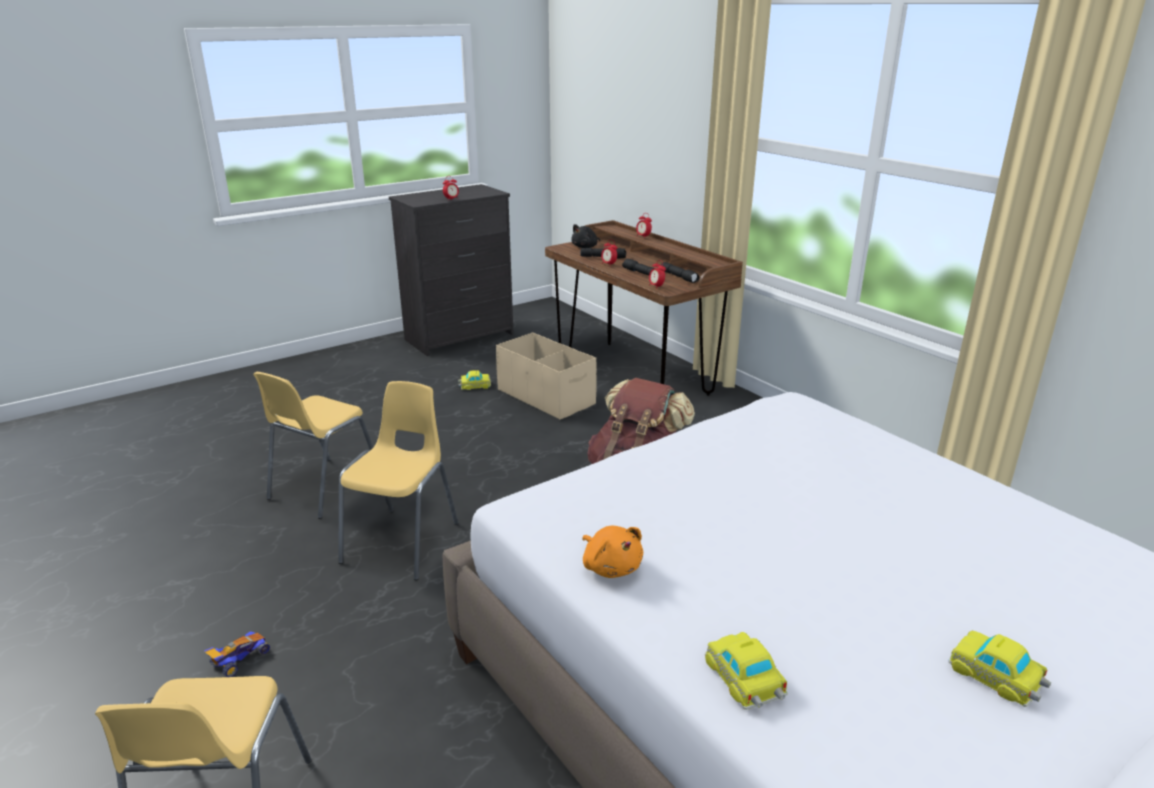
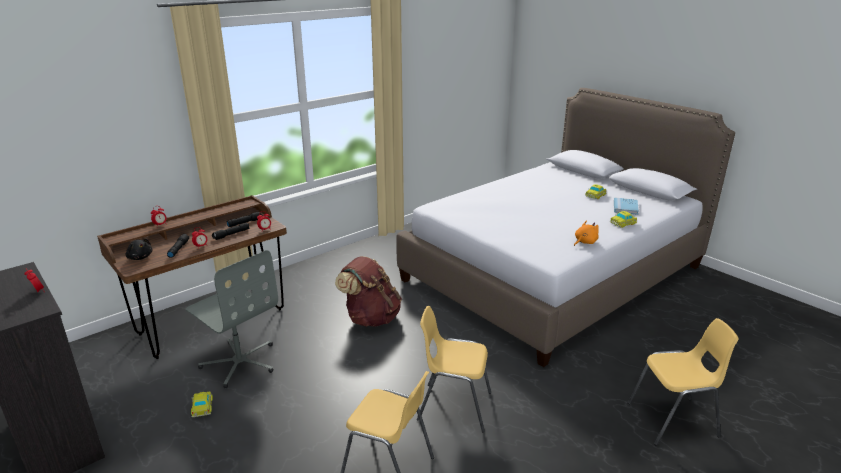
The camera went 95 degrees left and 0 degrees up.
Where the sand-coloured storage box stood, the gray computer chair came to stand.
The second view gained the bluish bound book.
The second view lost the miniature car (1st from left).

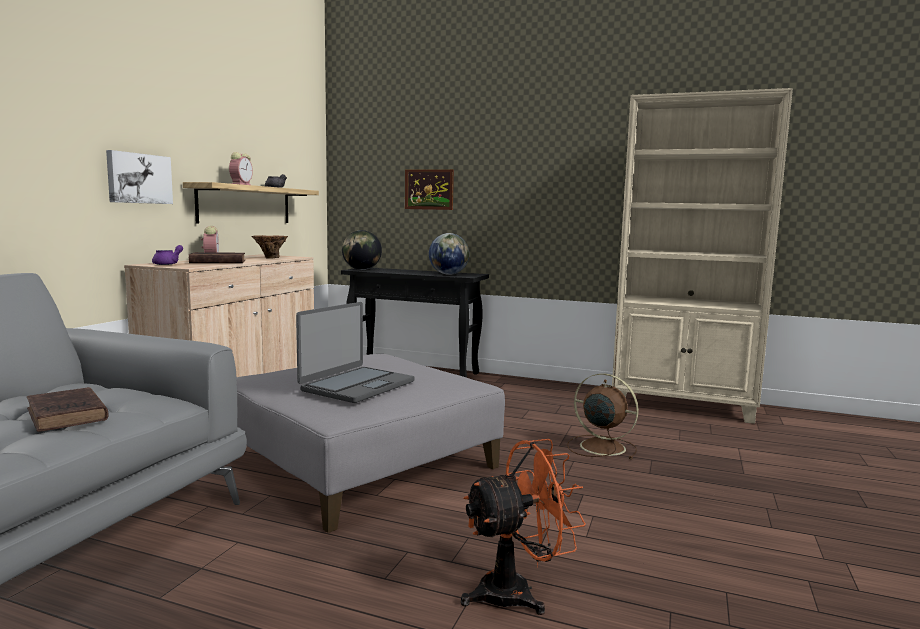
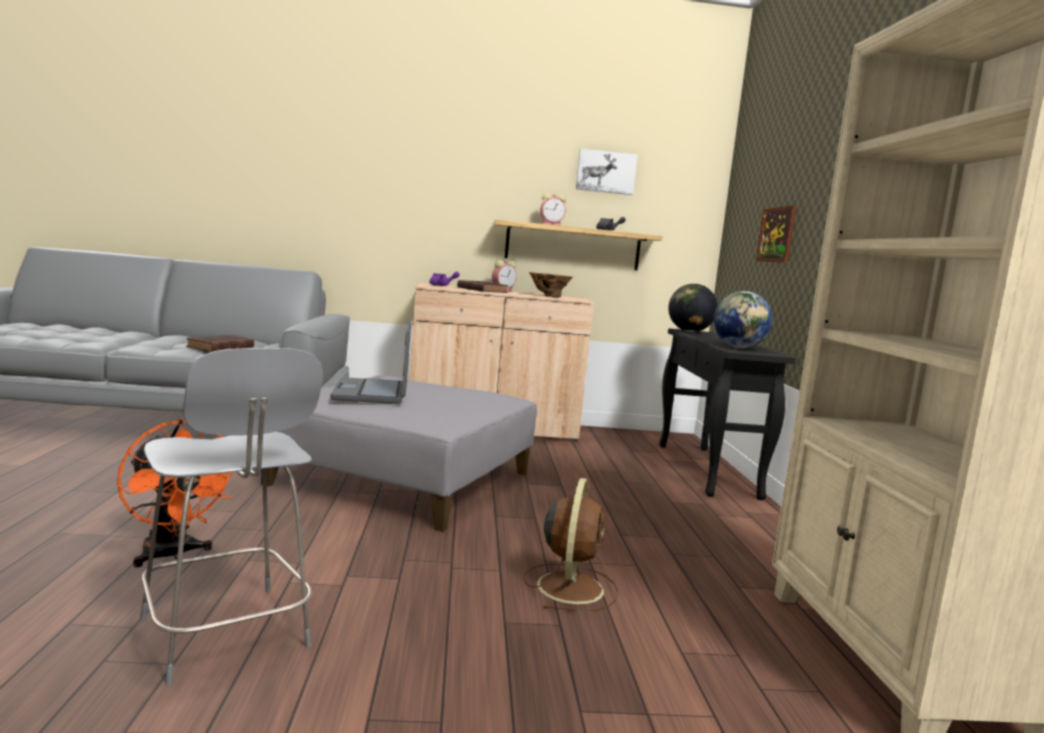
The camera went 65 degrees right and 0 degrees up.
The second view gained the gray stool seat.
The laptop ended up facing another way, 75 degrees clockwise from before.
The wall art (1st from left) ended up elsewhere.

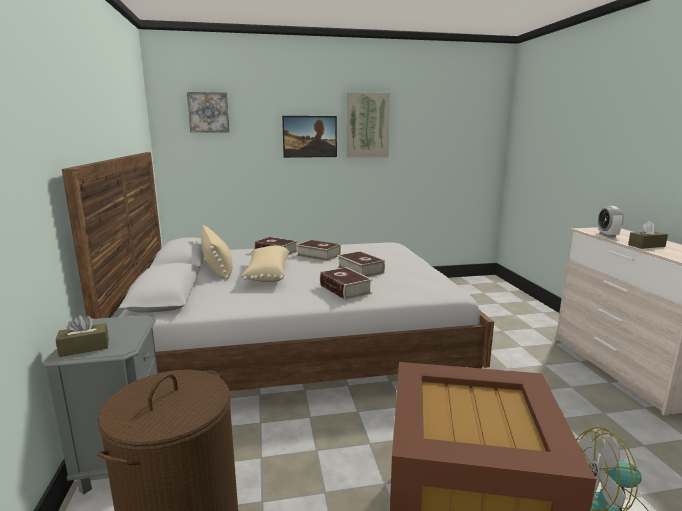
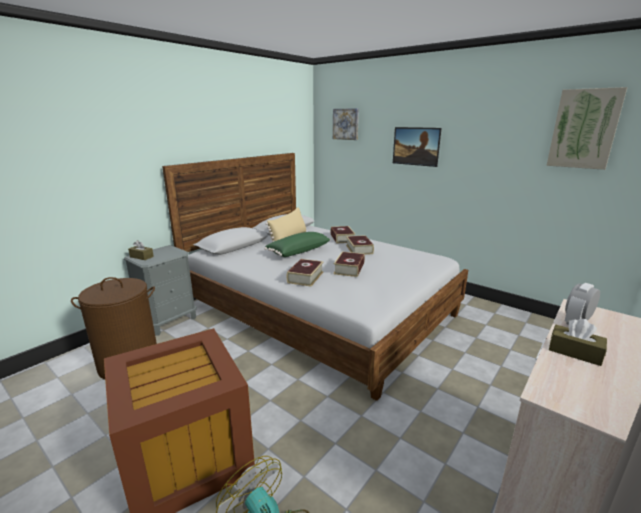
The camera went 50 degrees right and 5 degrees up.
What was the sand-coloured pillow (2nd from left) turned into the green-coloured pillow.
The wall art (3rd from left) ended up elsewhere.

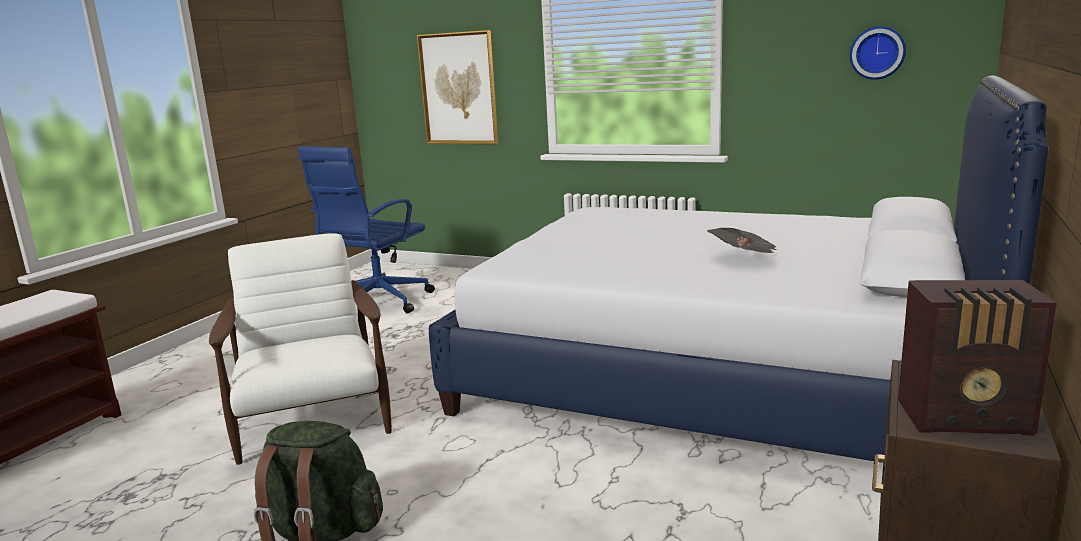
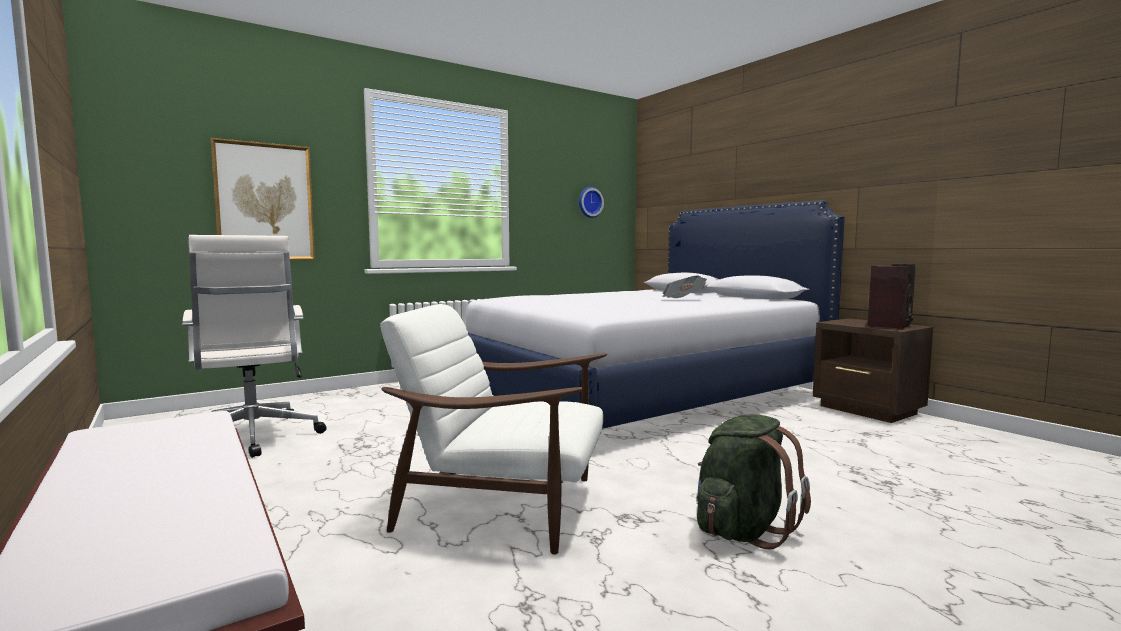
The camera went 60 degrees left and 10 degrees down.
What was the bluish computer chair turned into the whitish computer chair.

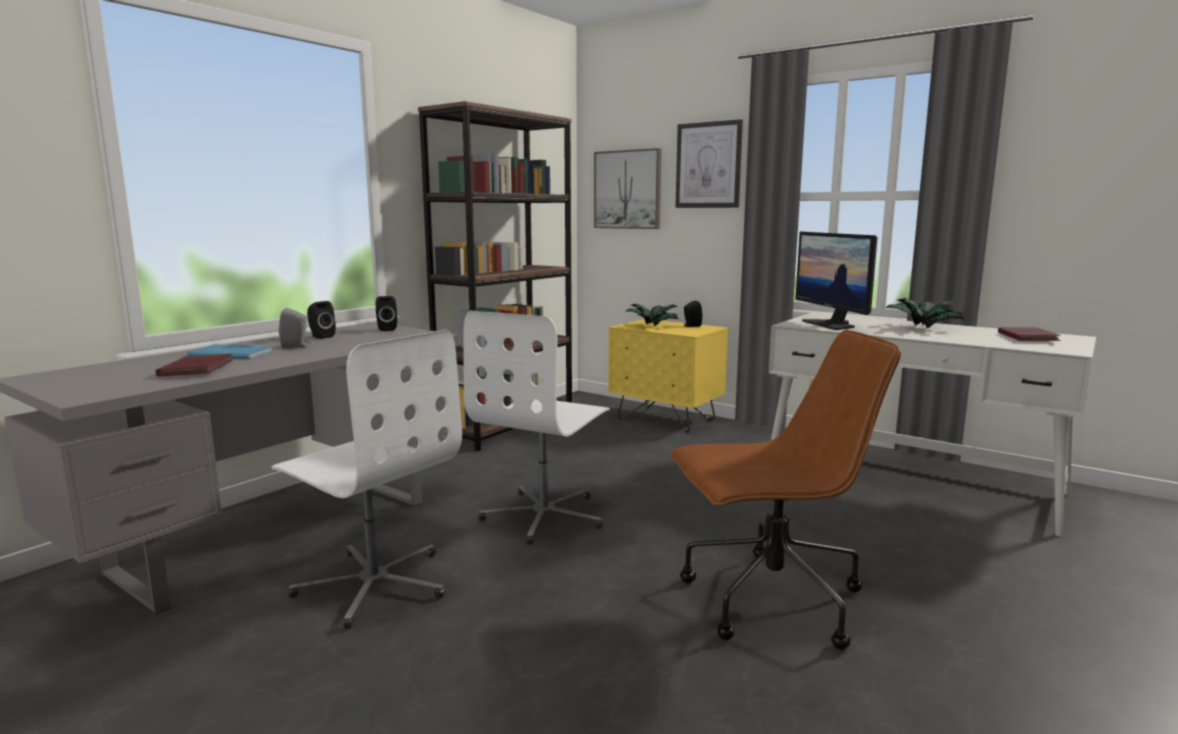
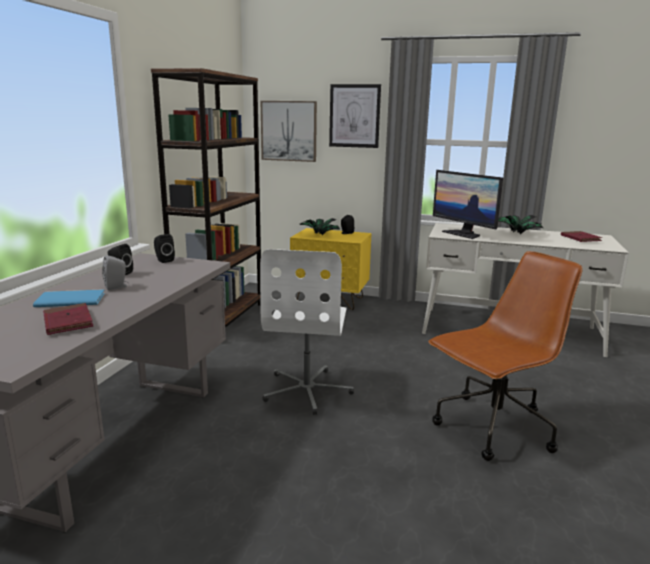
The camera went 20 degrees left and 5 degrees up.
The second view lost the whitish computer chair (1st from left).

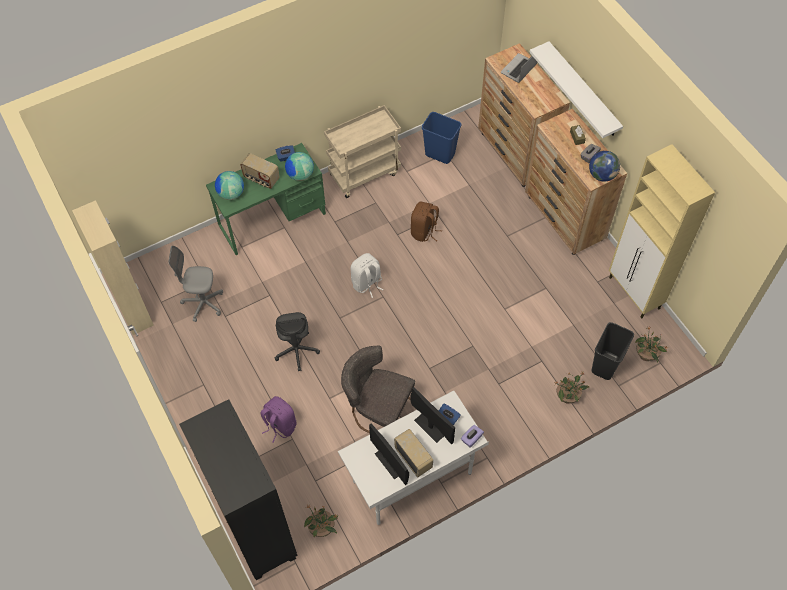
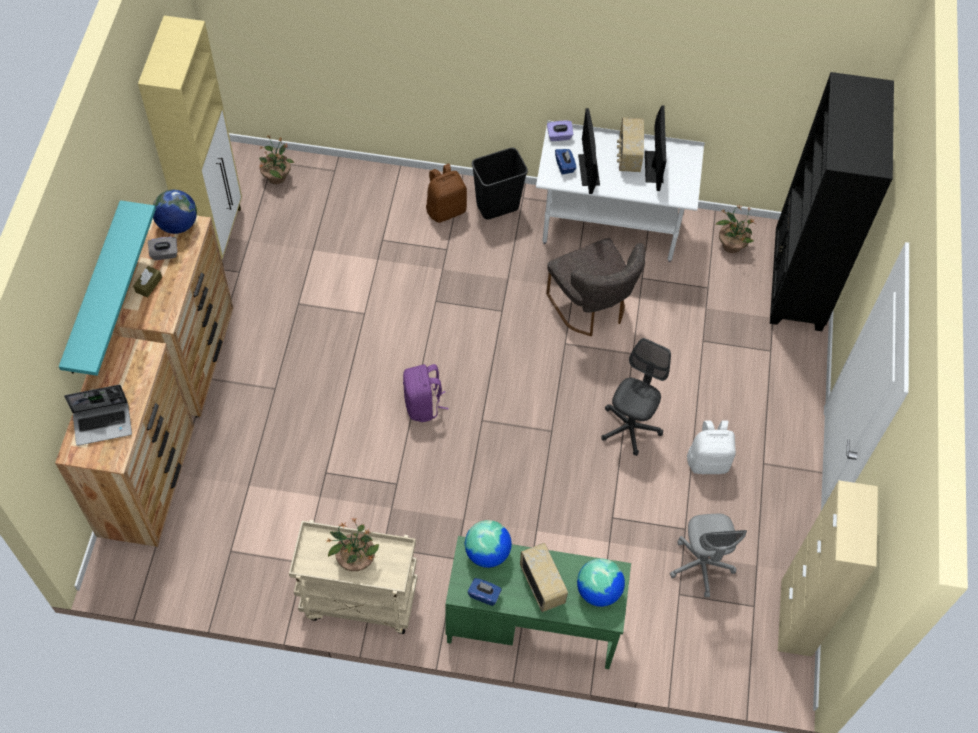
The camera went 145 degrees left and 0 degrees up.
What was the whitish bracket shelf turned into the turquoise bracket shelf.
The plant in a pot (2nd from left) ended up elsewhere.
The purple rucksack ended up elsewhere.
The brown rucksack ended up elsewhere.
The blackish waste bin ended up elsewhere.
The gray computer chair (1st from left in the first image) ended up facing another way, 45 degrees clockwise from before.
The whitish rucksack ended up elsewhere.
The second view lost the bluish waste bin.

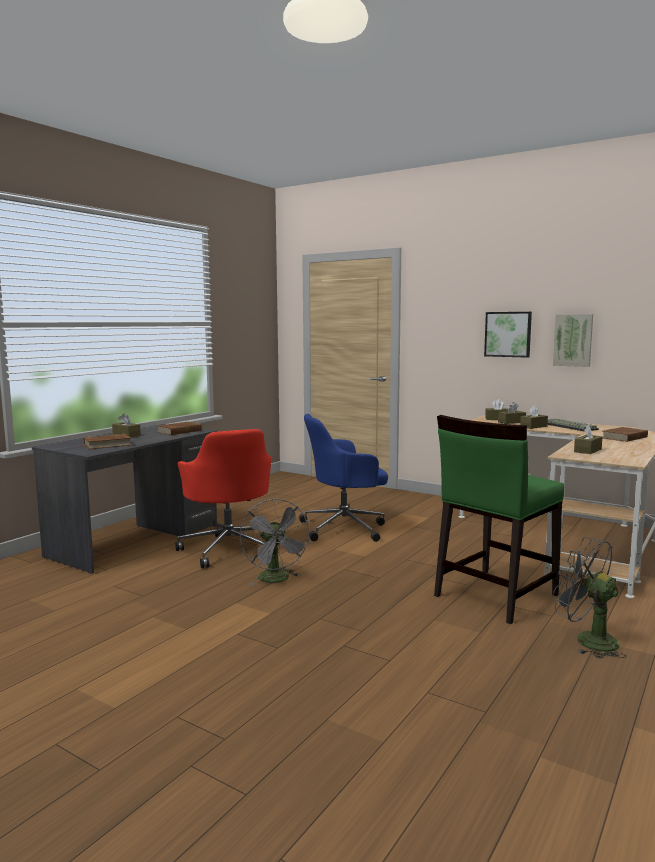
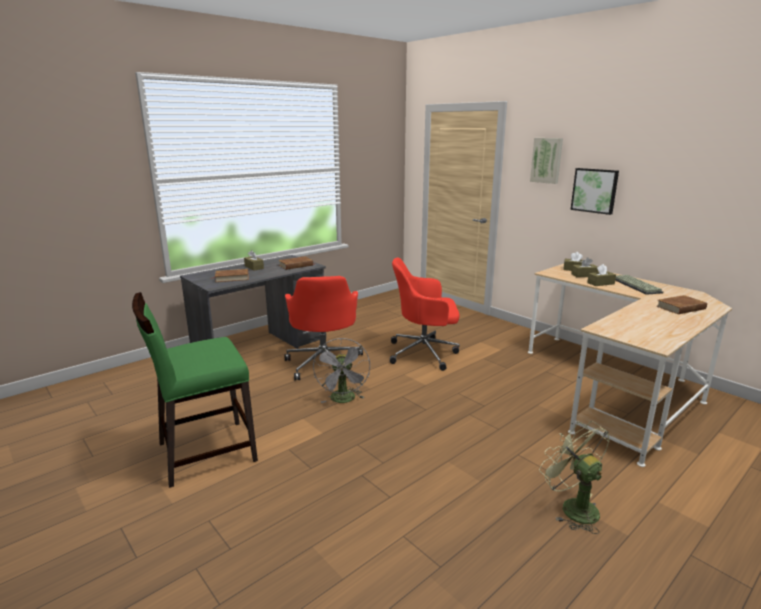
The camera went 15 degrees right and 10 degrees up.
The green-coloured chair ended up elsewhere.
What was the bluish computer chair turned into the red-coloured computer chair (2nd from left).
The wall art (2nd from left in the first image) ended up elsewhere.
What was the gray electric fan (2nd from left) turned into the green-coloured electric fan.
The second view lost the brown box of tissues (5th from left).

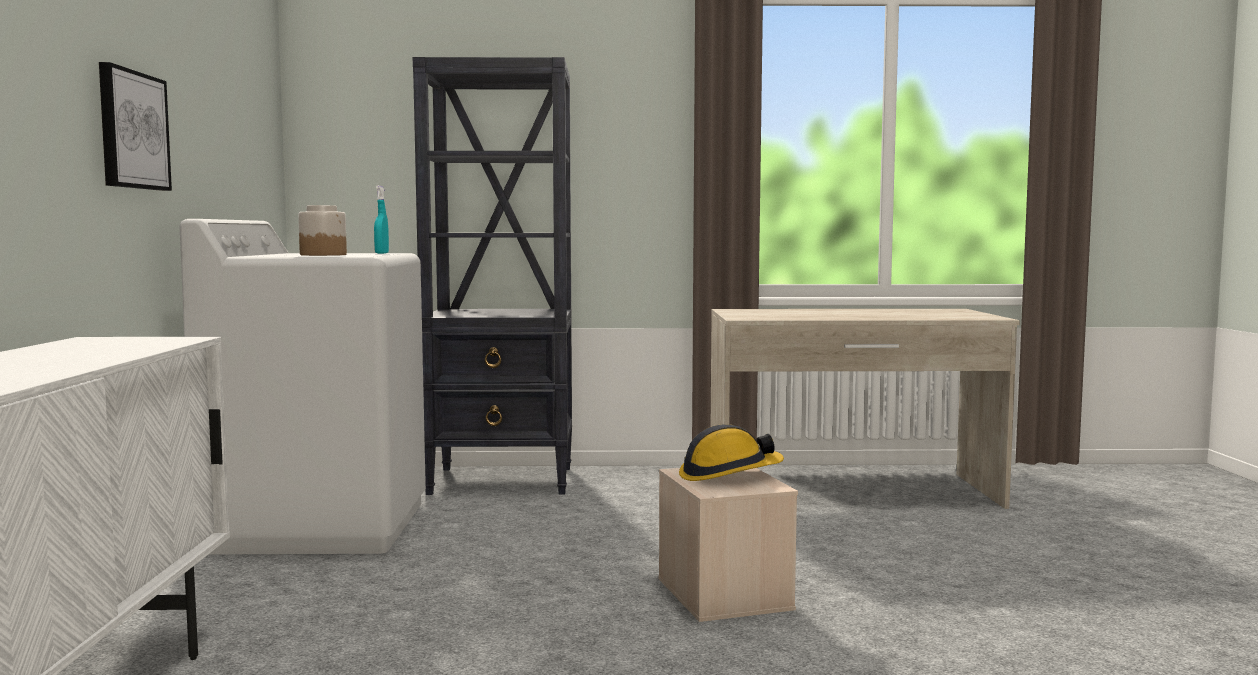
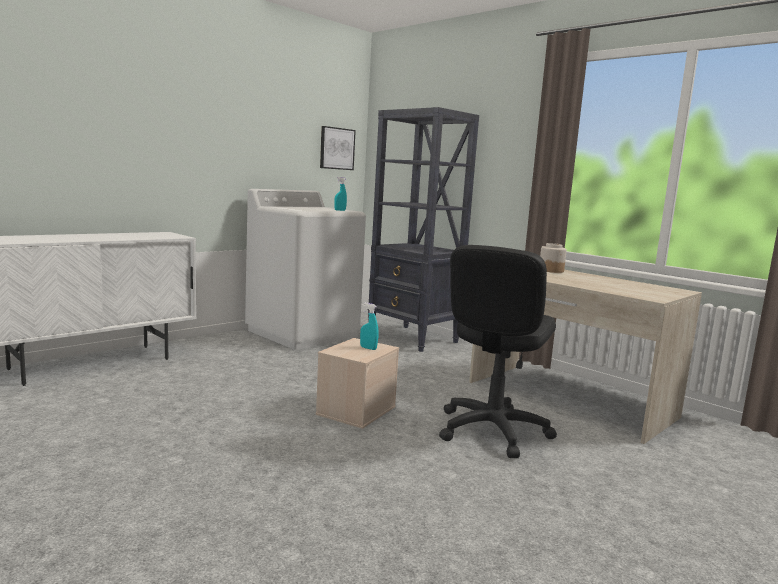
The camera went 45 degrees right and 5 degrees up.
The wall art ended up elsewhere.
Where the safety helmet stood, the turquoise spray bottle (2nd from left) came to stand.
The second view gained the blackish computer chair.
The preserve jar ended up elsewhere.

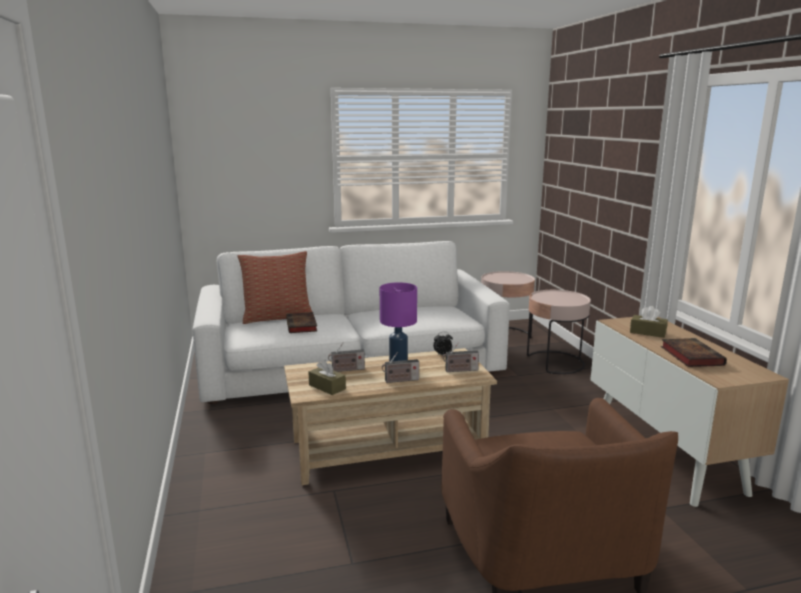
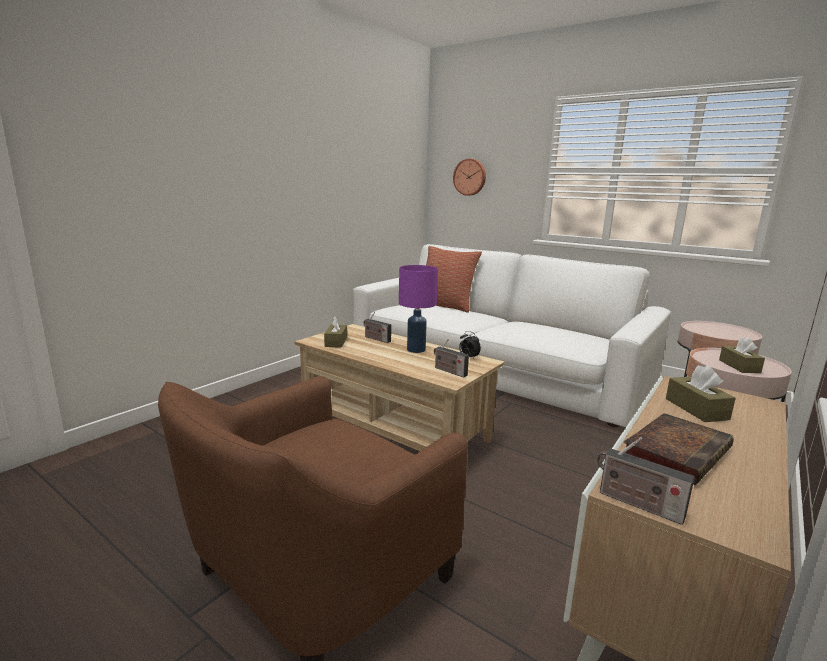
The camera went 50 degrees right and 0 degrees up.
The second view gained the wall clock.
The radio (2nd from left in the first image) ended up elsewhere.
The second view gained the brown box of tissues (3rd from left).
The second view lost the bound book (1st from left).

